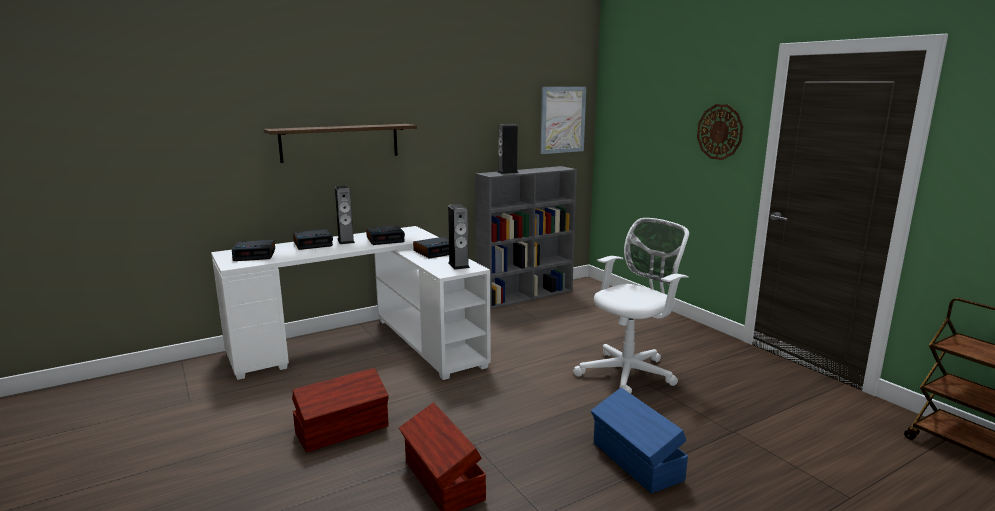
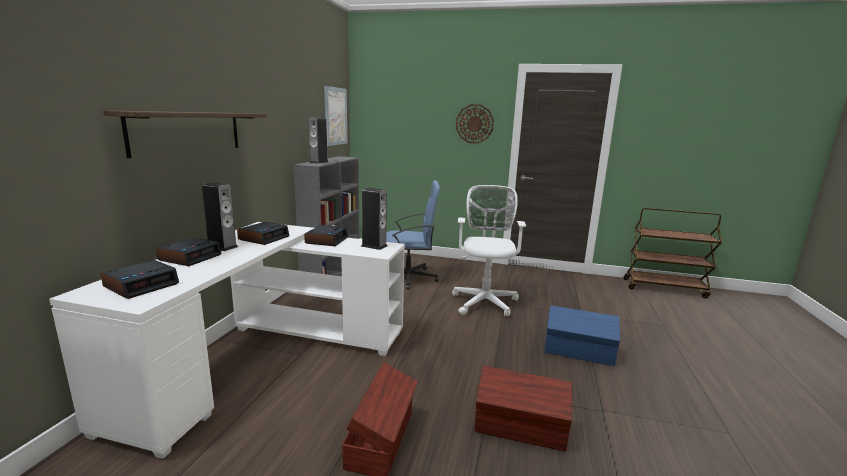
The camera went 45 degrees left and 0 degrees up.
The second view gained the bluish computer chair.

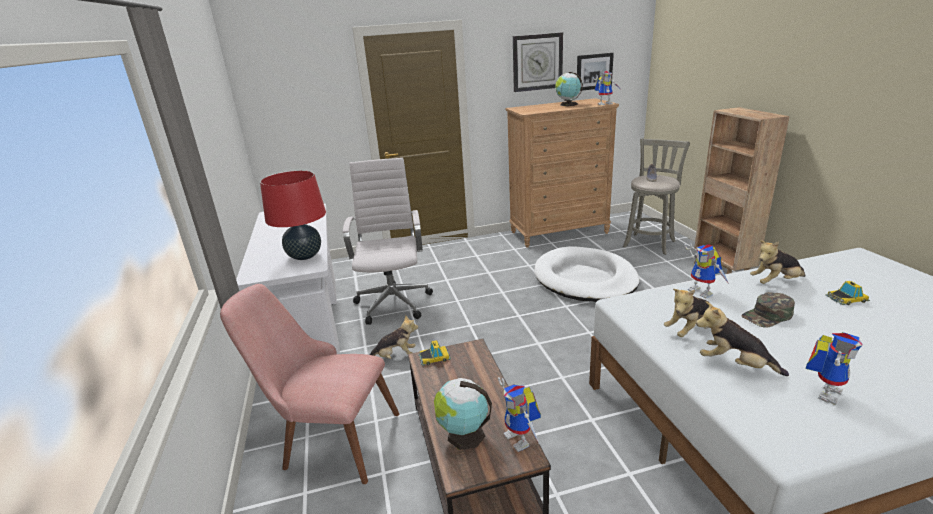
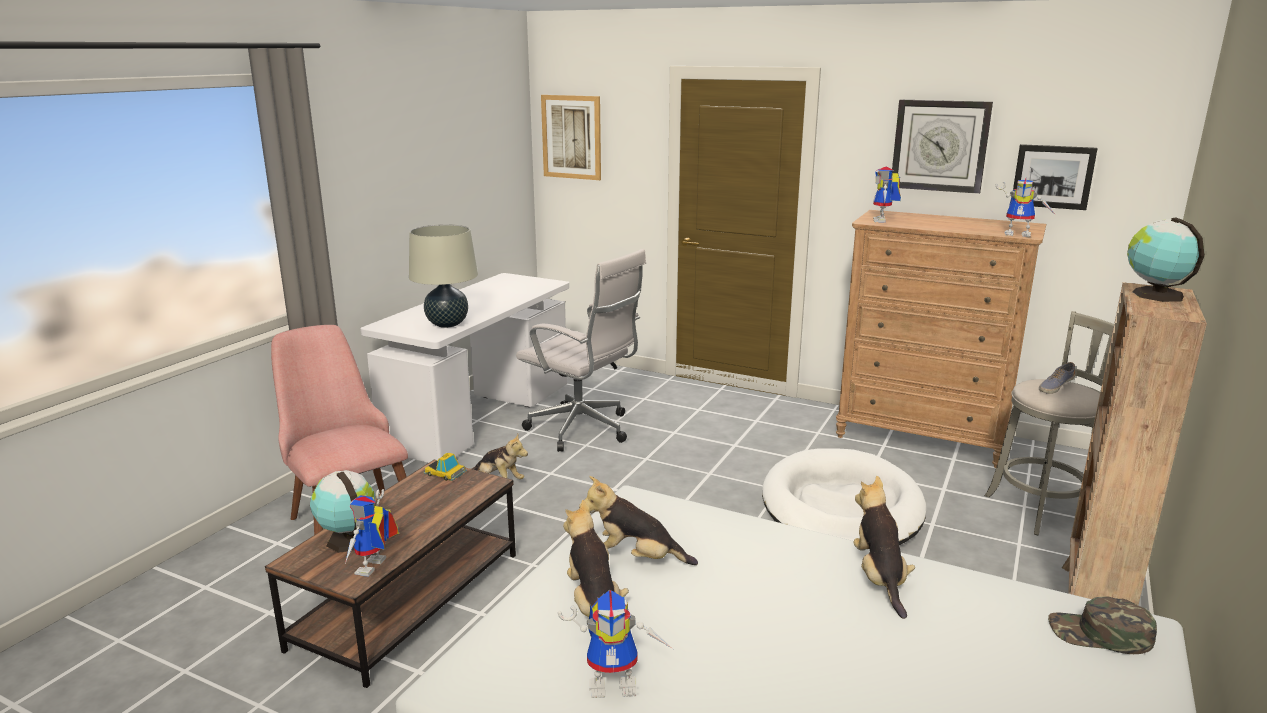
The camera went 40 degrees right and 5 degrees down.
What was the red-coloured table lamp turned into the sand-coloured table lamp.
The whitish computer chair ended up facing another way, 90 degrees clockwise from before.
The second view gained the wall art (1st from left).
The cuddly toy (4th from left) ended up facing another way, 60 degrees clockwise from before.
The toy robot (3rd from left) ended up elsewhere.
The green-coloured cap ended up elsewhere.
The world globe (2nd from left) ended up elsewhere.
The second view lost the miniature car (2nd from left).

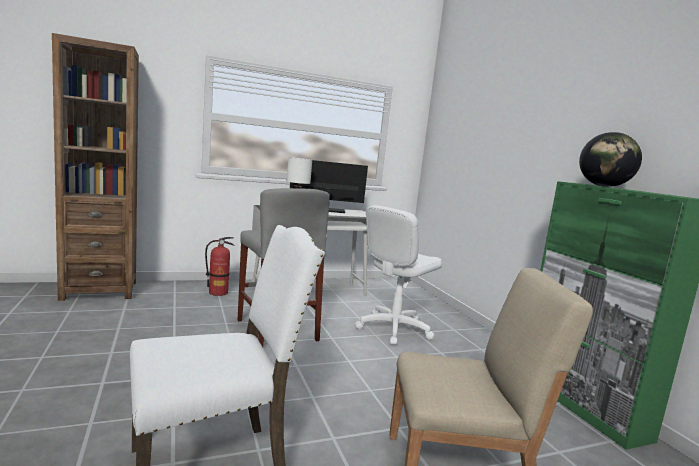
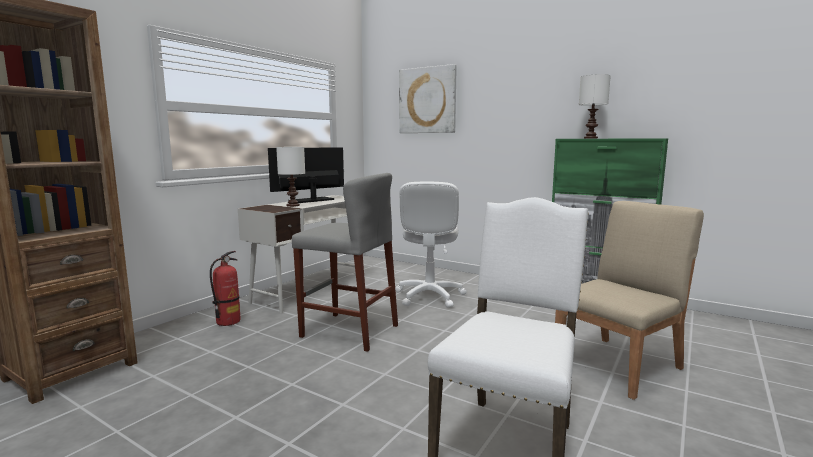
The camera went 35 degrees left and 0 degrees up.
The second view gained the wall art.
Where the world globe stood, the whitish table lamp (2nd from left) came to stand.

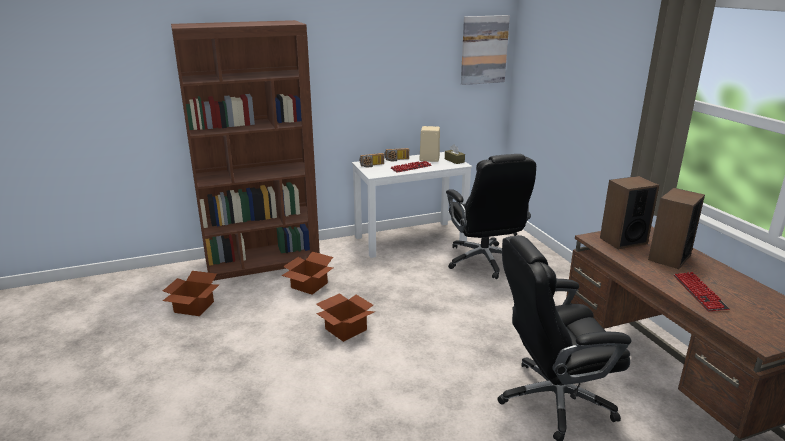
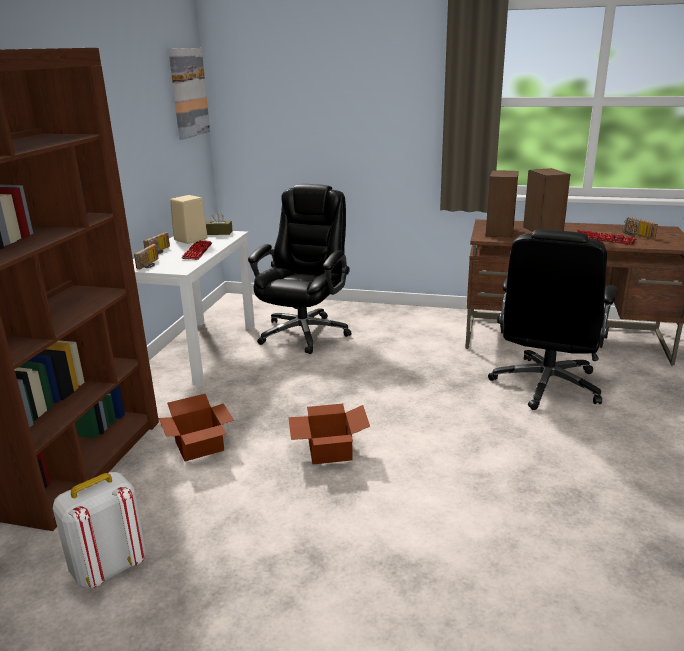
The camera went 55 degrees left and 0 degrees up.
Where the carton (1st from left) stood, the whitish rucksack came to stand.
The blackish computer chair (1st from left) ended up facing another way, 90 degrees counterclockwise from before.
The second view gained the radio (3rd from left).

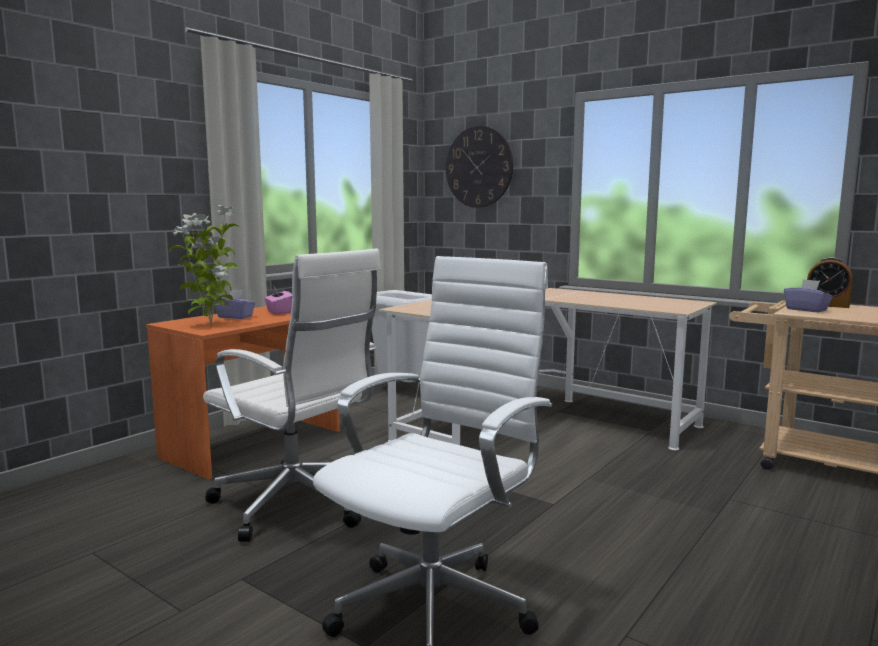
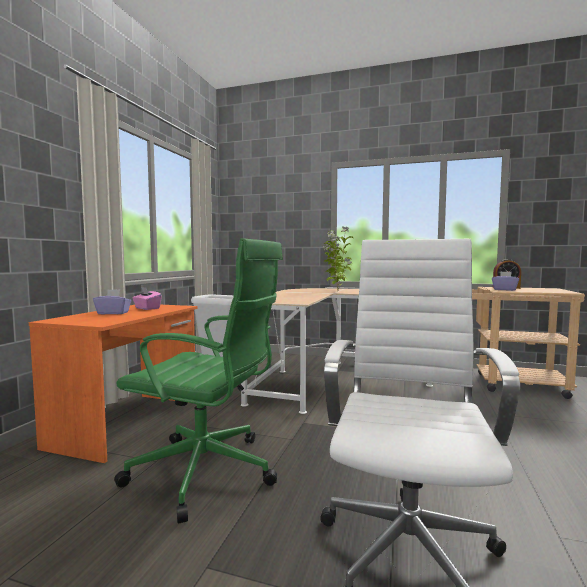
The camera went 20 degrees left and 5 degrees down.
What was the whitish computer chair (1st from left) turned into the green-coloured computer chair.
The plant in a pot ended up elsewhere.
The second view lost the wall clock.

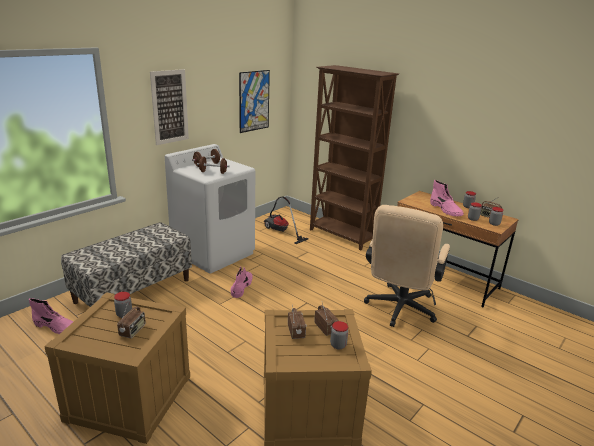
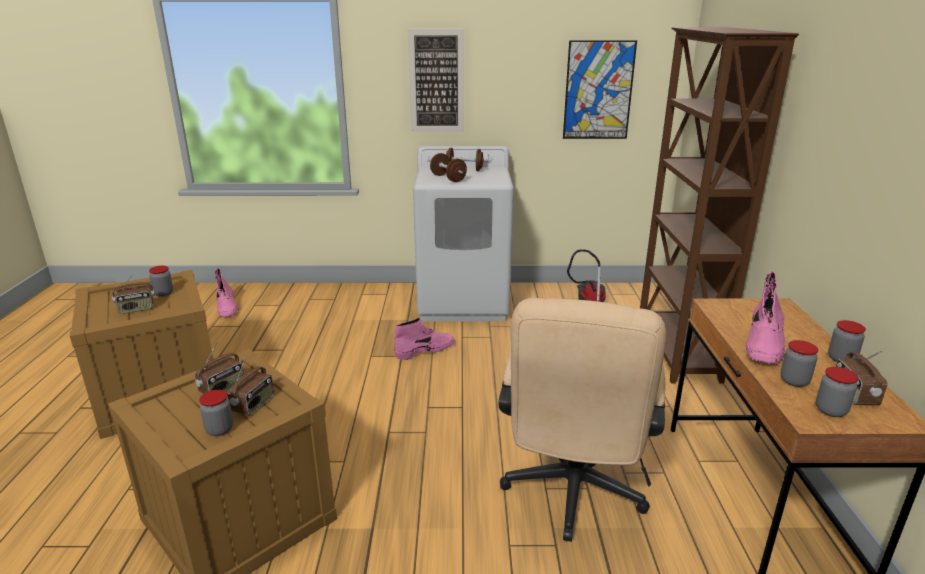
The camera went 50 degrees right and 0 degrees up.
The sand-coloured computer chair ended up facing another way, 60 degrees counterclockwise from before.
The second view lost the long seat.

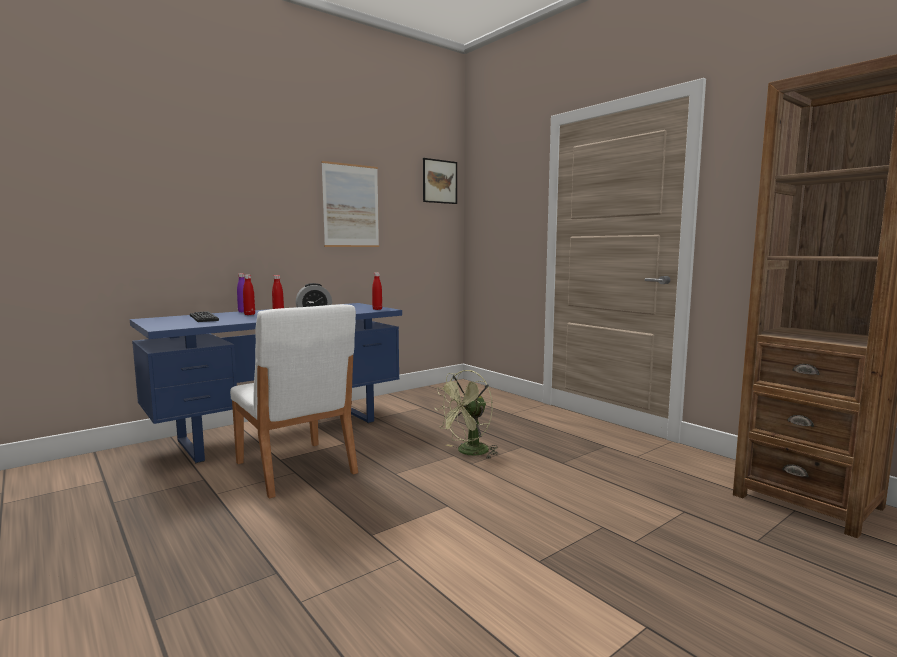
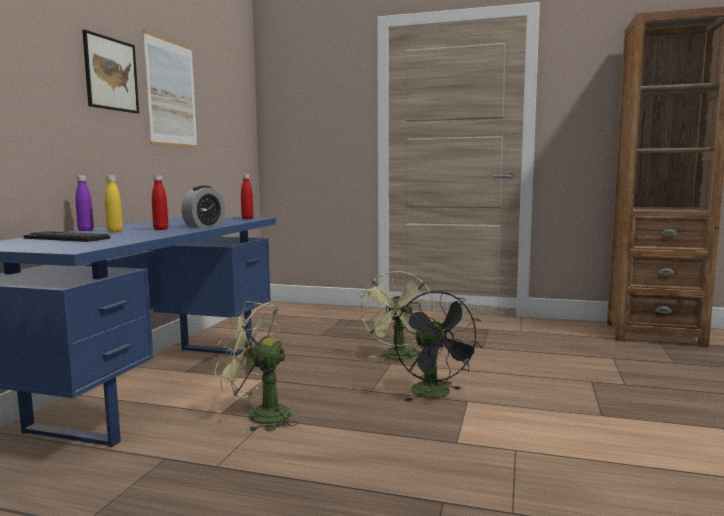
The camera went 35 degrees left and 0 degrees up.
The wall art (2nd from left in the first image) ended up elsewhere.
What was the red-coloured drink bottle (1st from left) turned into the yellow drink bottle.
Where the whitish chair stood, the green-coloured electric fan (1st from left) came to stand.
The second view gained the blackish electric fan.

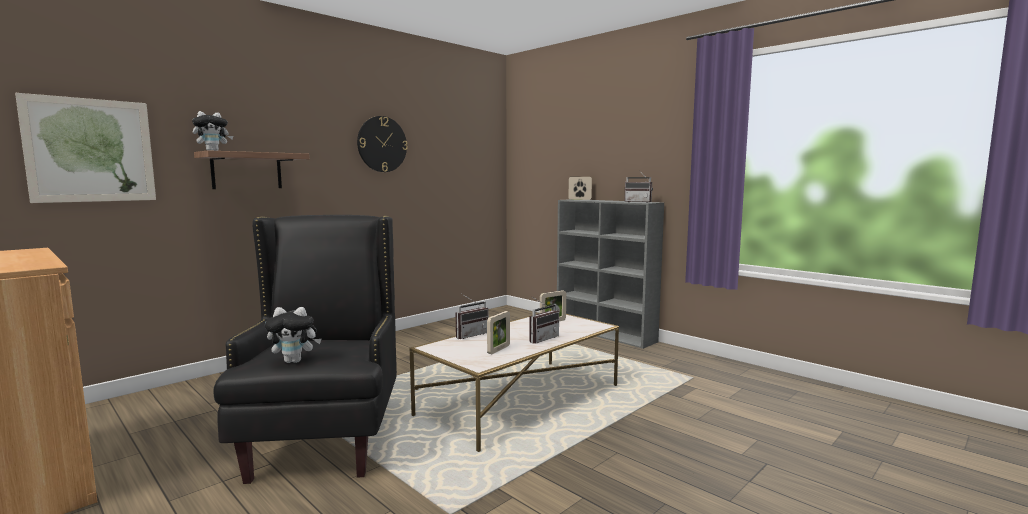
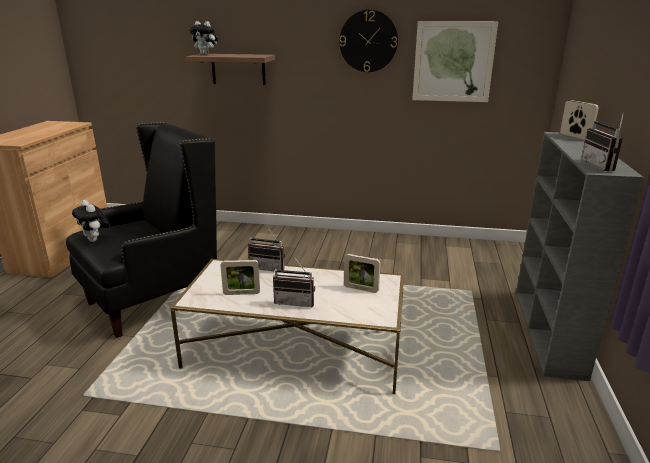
The camera went 55 degrees right and 15 degrees up.
The wall art ended up elsewhere.

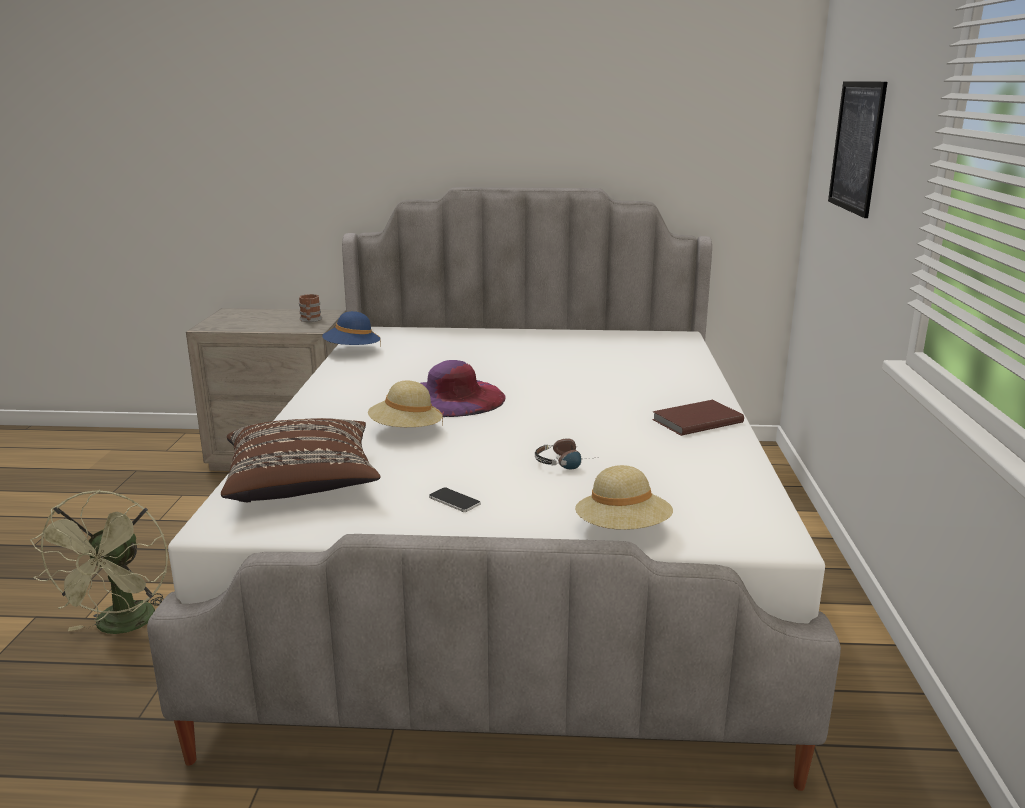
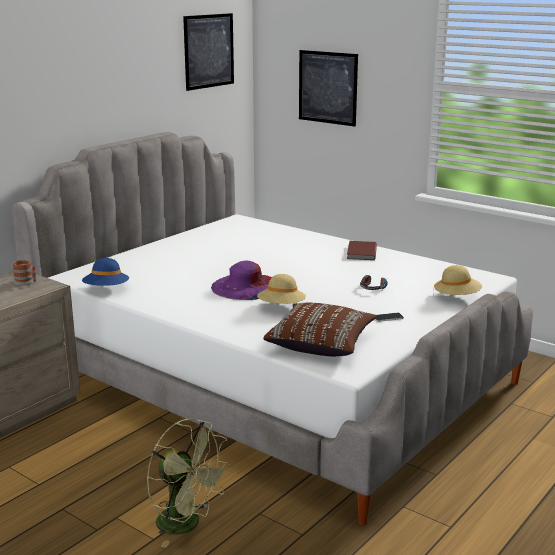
The camera went 55 degrees left and 0 degrees up.
The second view gained the wall art (1st from left).

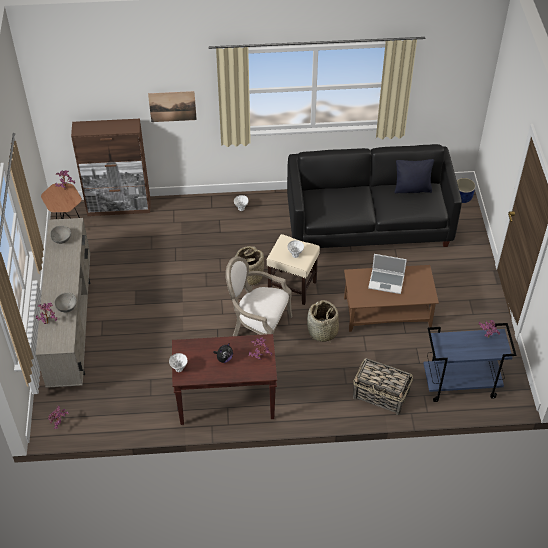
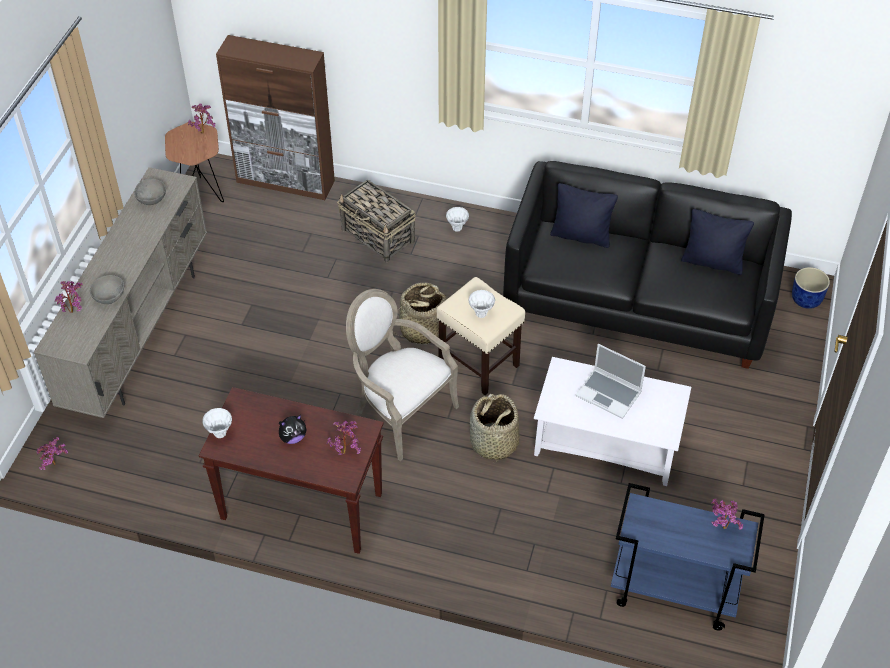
The camera went 20 degrees right and 0 degrees up.
The basket (3rd from left in the first image) ended up elsewhere.
What was the brown lounge table turned into the whitish lounge table.
The second view gained the blackish pillow (1st from left).
The second view lost the wall art.

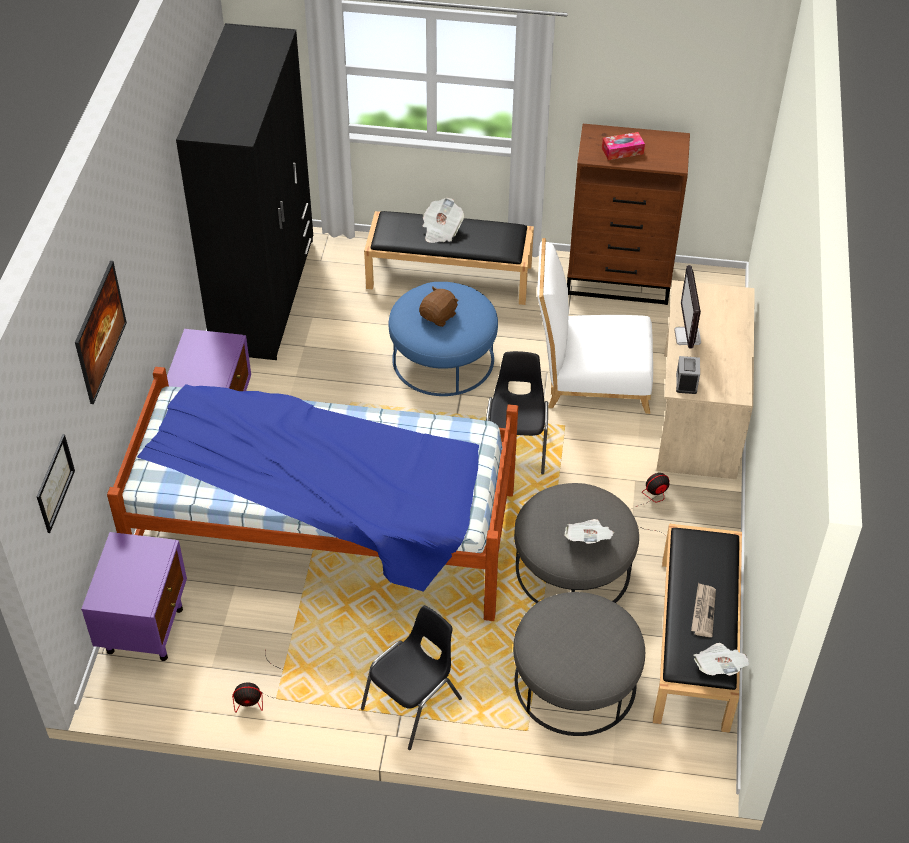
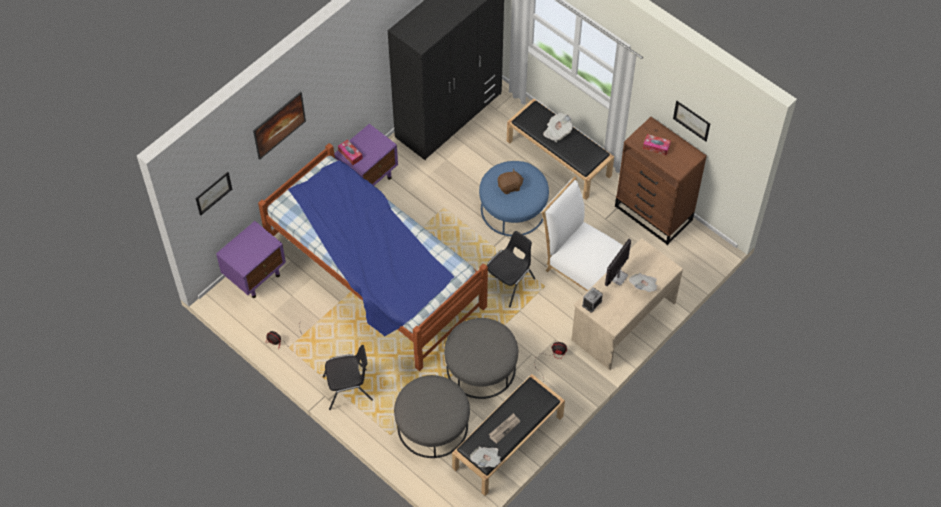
The camera went 35 degrees right and 10 degrees up.
The second view gained the box of tissues (1st from left).
The daily paper (2nd from left in the first image) ended up elsewhere.
The second view gained the wall art (3rd from left).

